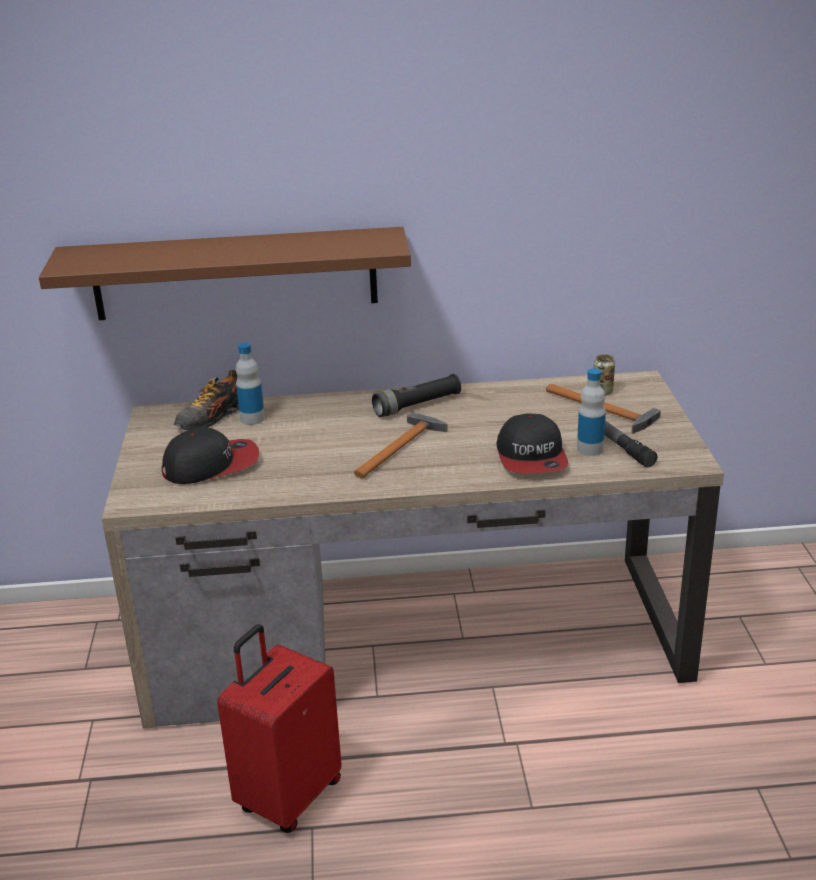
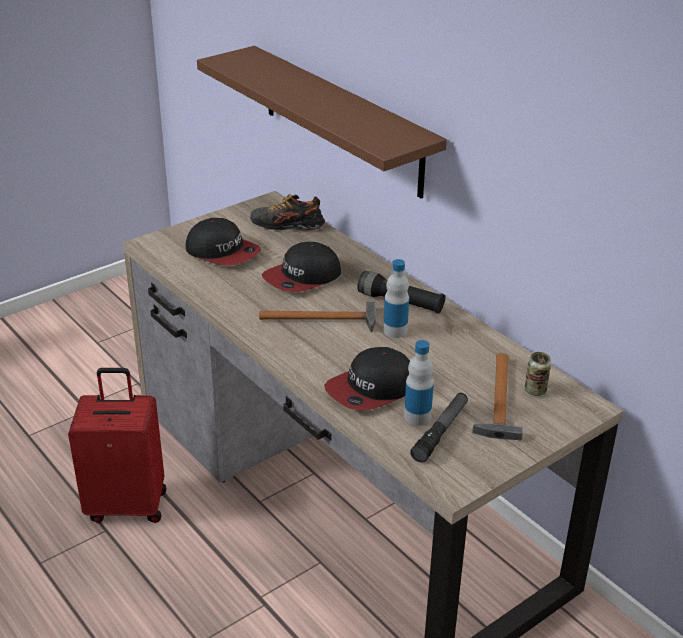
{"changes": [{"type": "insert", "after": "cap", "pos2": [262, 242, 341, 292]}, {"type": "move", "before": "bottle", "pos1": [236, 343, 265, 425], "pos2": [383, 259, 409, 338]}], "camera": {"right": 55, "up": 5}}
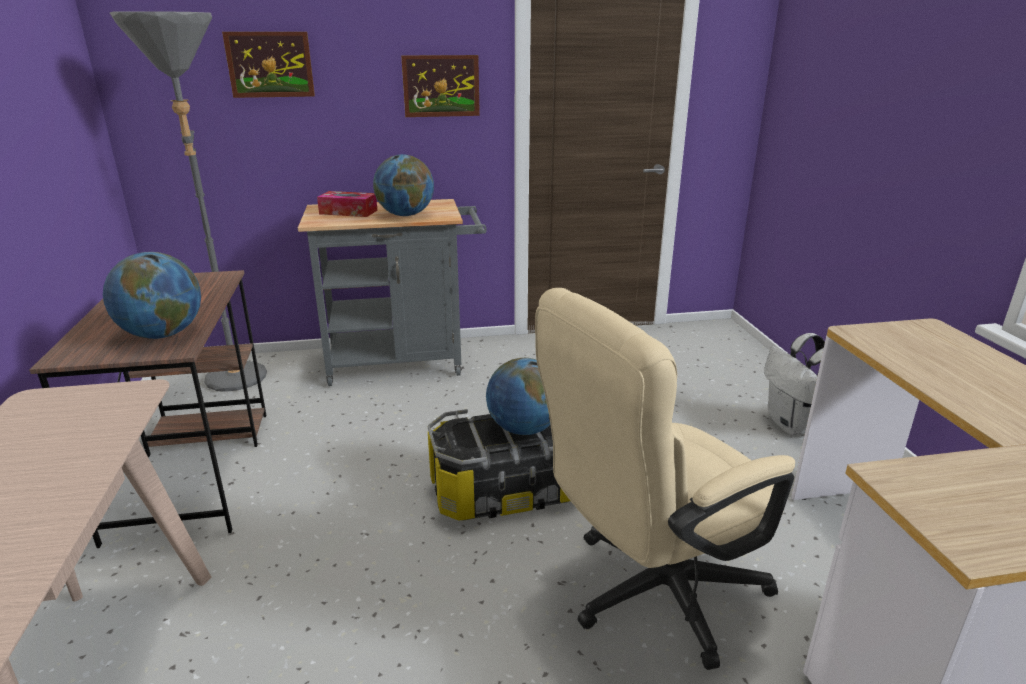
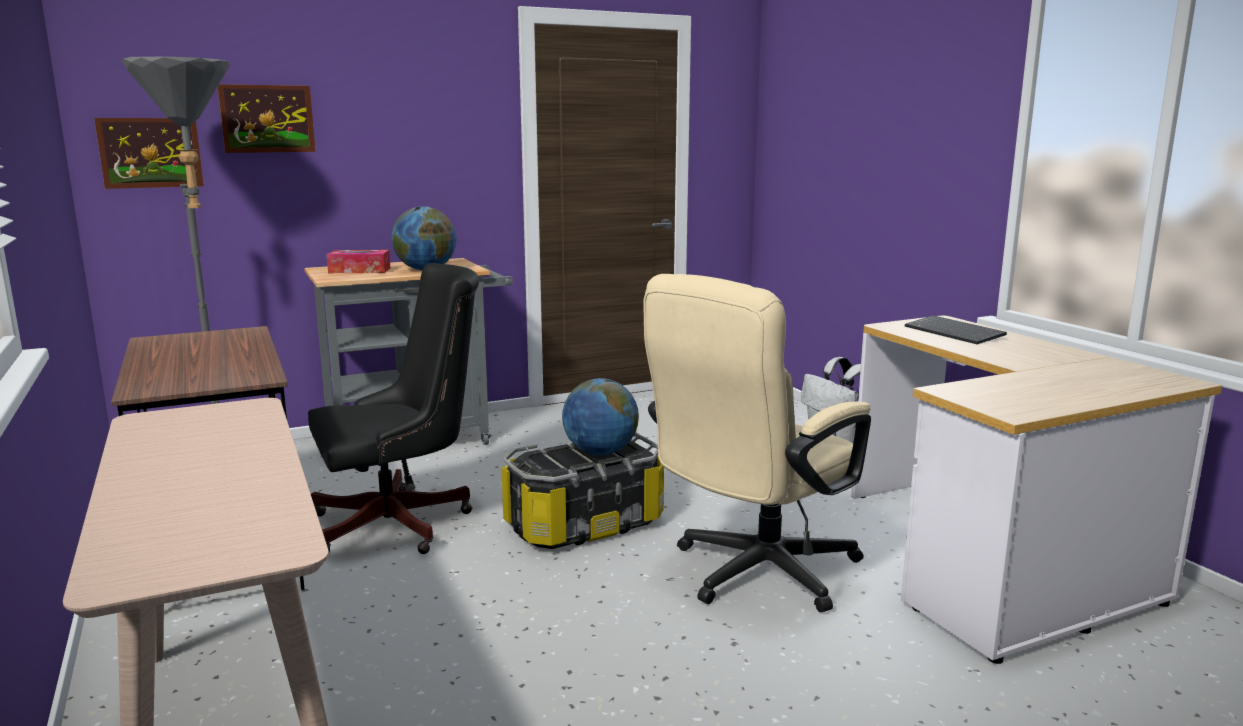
{"changes": [{"type": "move", "before": "picture", "pos1": [401, 55, 480, 117], "pos2": [94, 118, 204, 189]}, {"type": "insert", "after": "black office chair", "pos2": [308, 263, 479, 554]}, {"type": "insert", "after": "keyboard", "pos2": [905, 315, 1007, 344]}, {"type": "delete", "before": "globe", "pos1": [103, 252, 201, 339]}], "camera": {"right": -15, "up": -10}}
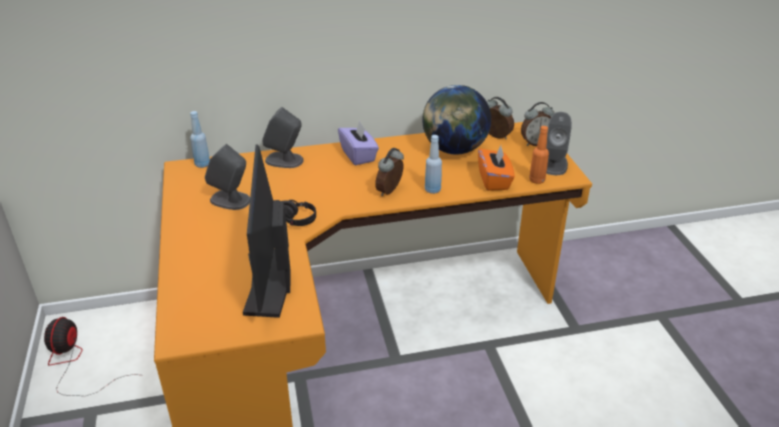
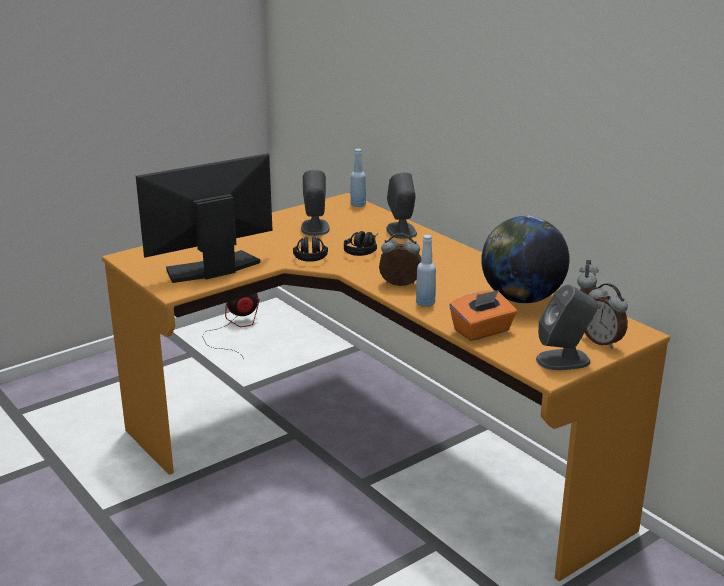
{"changes": [{"type": "insert", "after": "black headphones", "pos2": [344, 231, 378, 256]}, {"type": "delete", "before": "purple tissue box", "pos1": [338, 120, 379, 165]}, {"type": "delete", "before": "orange bottle", "pos1": [529, 126, 549, 184]}], "camera": {"right": 65, "up": -10}}
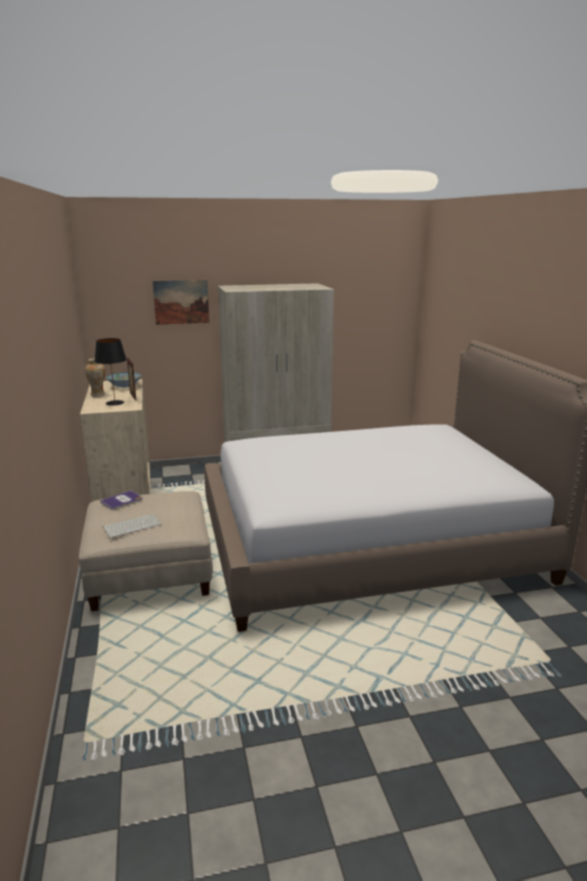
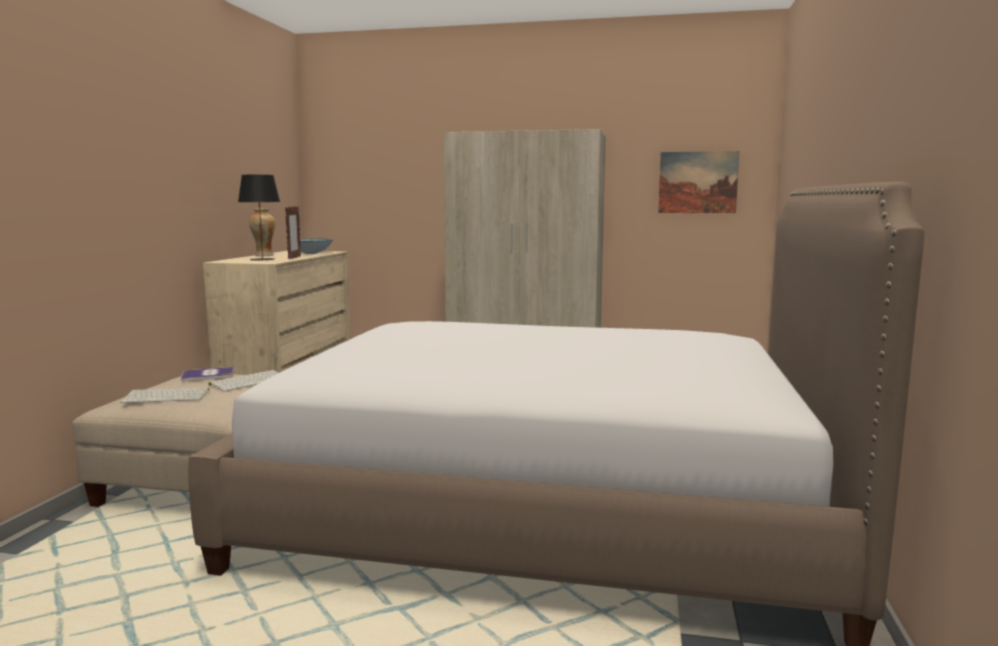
{"changes": [{"type": "insert", "after": "keyboard", "pos2": [209, 370, 278, 391]}, {"type": "move", "before": "picture", "pos1": [153, 280, 209, 325], "pos2": [658, 151, 739, 213]}], "camera": {"right": 25, "up": -10}}
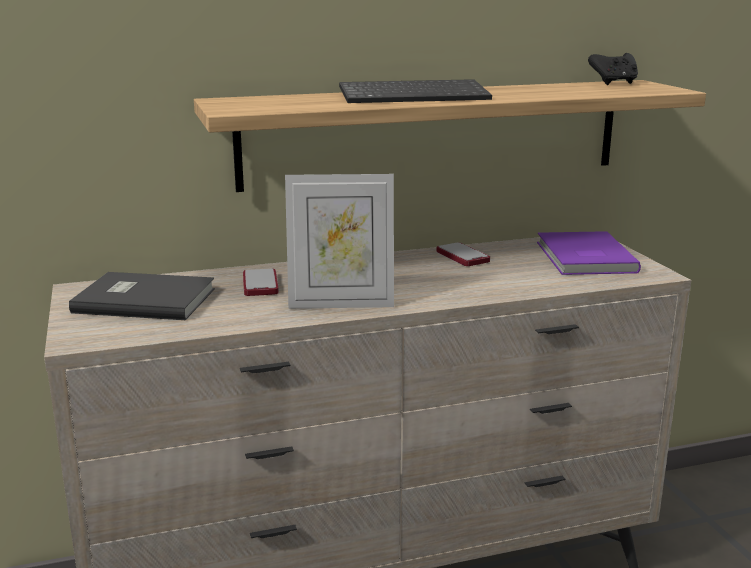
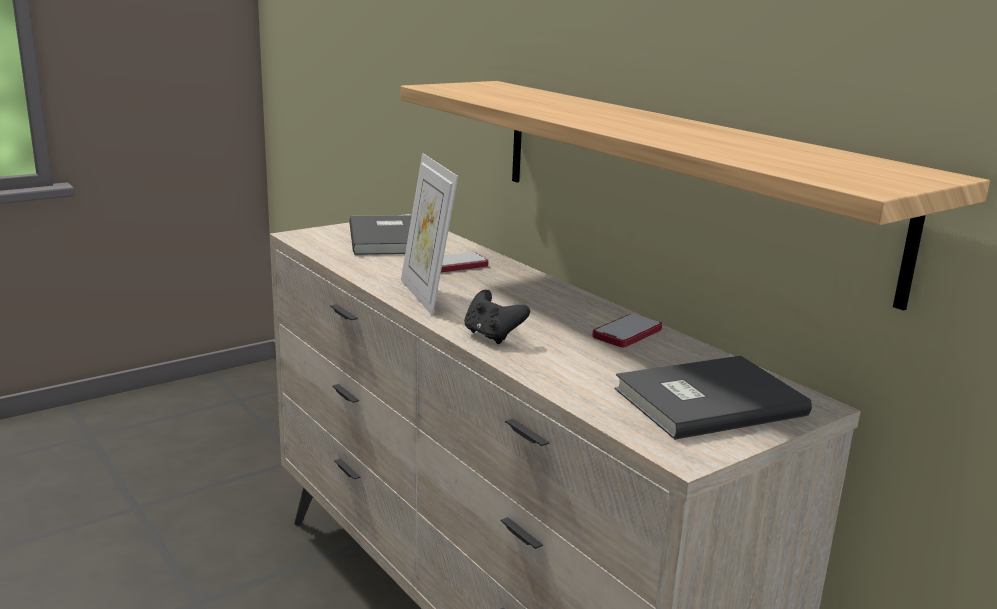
{"changes": [{"type": "move", "before": "black game controller", "pos1": [588, 53, 638, 85], "pos2": [464, 290, 530, 344]}, {"type": "recolor", "before": "purple book", "after": "grey book", "pos1": [537, 231, 641, 275], "pos2": [614, 356, 812, 440]}, {"type": "delete", "before": "keyboard", "pos1": [339, 79, 492, 103]}], "camera": {"right": 70, "up": 0}}
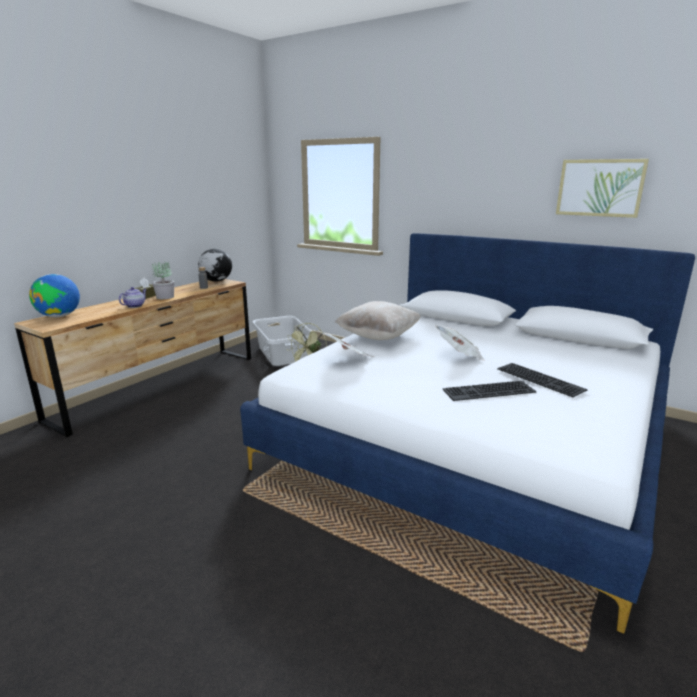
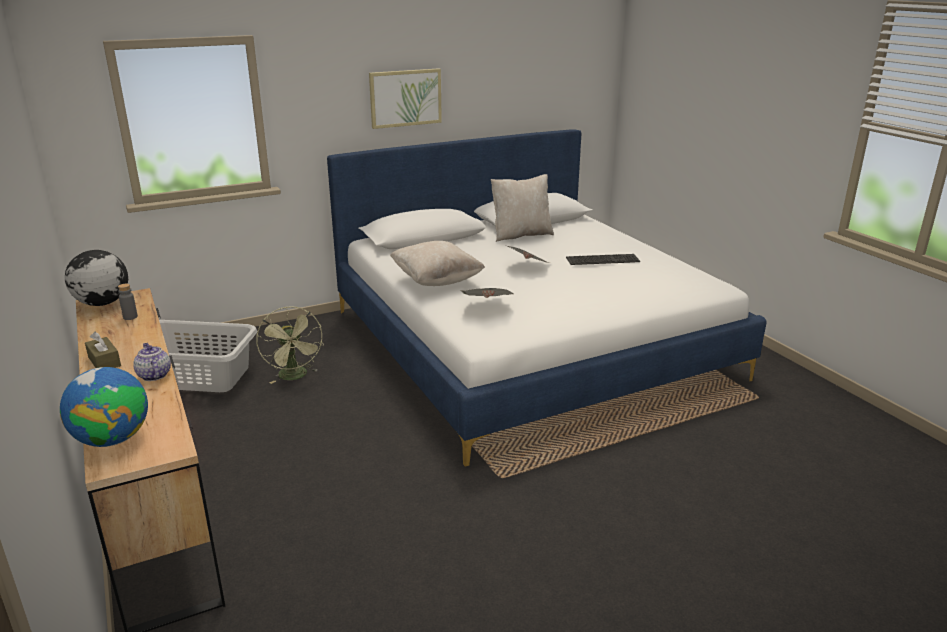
{"changes": [{"type": "move", "before": "picture", "pos1": [556, 159, 649, 218], "pos2": [369, 68, 442, 129]}, {"type": "insert", "after": "beige pillow", "pos2": [491, 174, 554, 242]}, {"type": "delete", "before": "potted plant", "pos1": [152, 262, 174, 299]}, {"type": "delete", "before": "keyboard", "pos1": [442, 381, 537, 401]}], "camera": {"right": -60, "up": 5}}
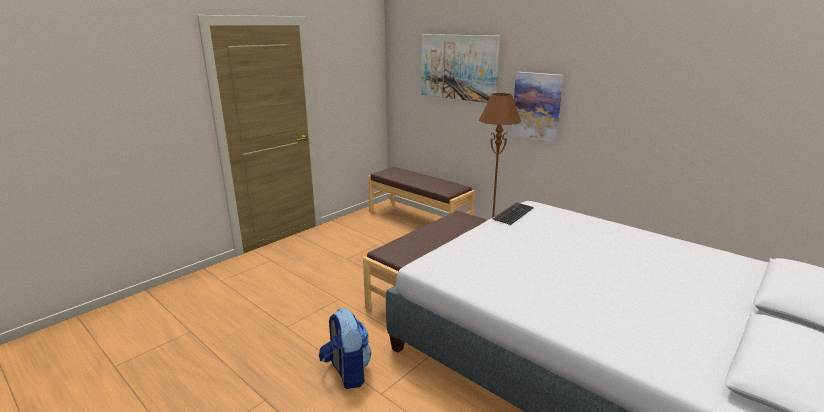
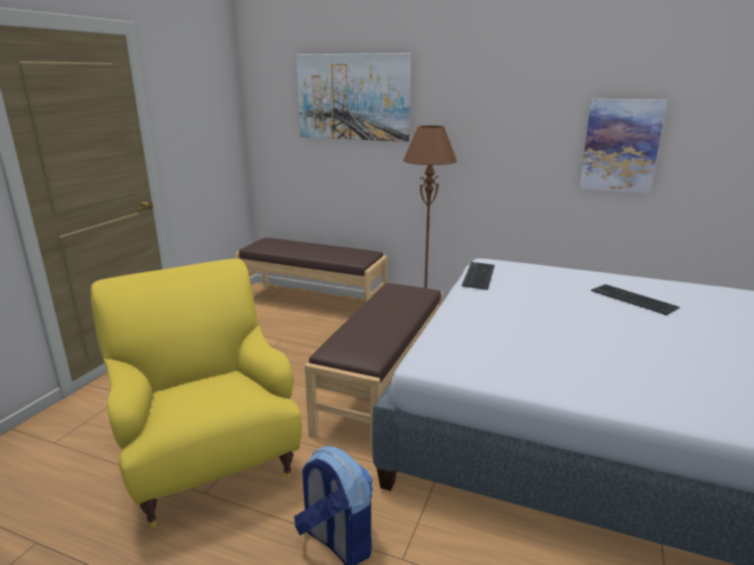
{"changes": [{"type": "insert", "after": "yellow armchair", "pos2": [91, 258, 302, 528]}, {"type": "move", "before": "picture", "pos1": [511, 72, 564, 143], "pos2": [579, 99, 667, 194]}, {"type": "insert", "after": "keyboard", "pos2": [591, 284, 680, 315]}], "camera": {"right": -20, "up": 0}}
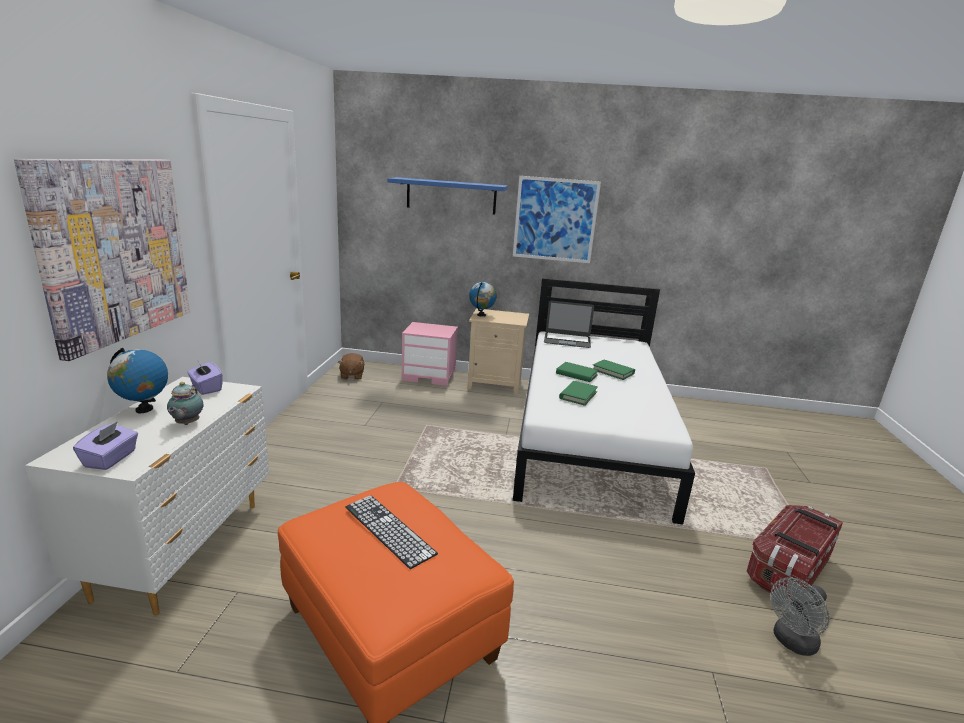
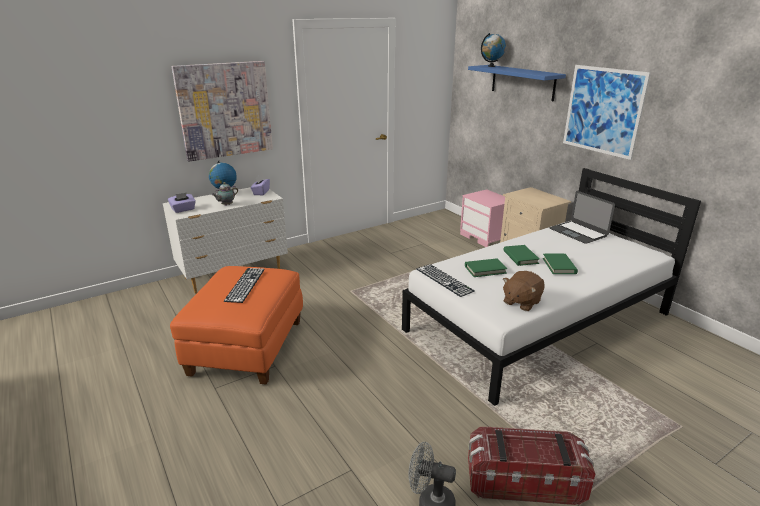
{"changes": [{"type": "insert", "after": "keyboard", "pos2": [416, 264, 475, 297]}, {"type": "move", "before": "globe", "pos1": [469, 282, 497, 317], "pos2": [481, 33, 506, 67]}, {"type": "move", "before": "brown plush toy", "pos1": [338, 353, 364, 380], "pos2": [503, 271, 544, 311]}], "camera": {"right": 50, "up": 5}}
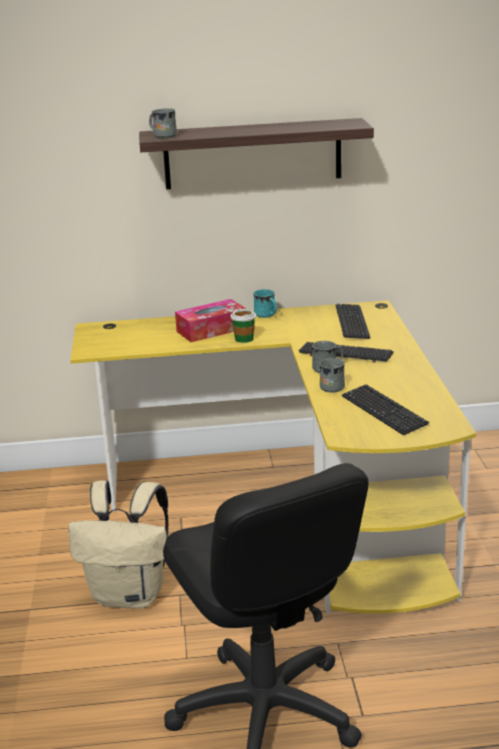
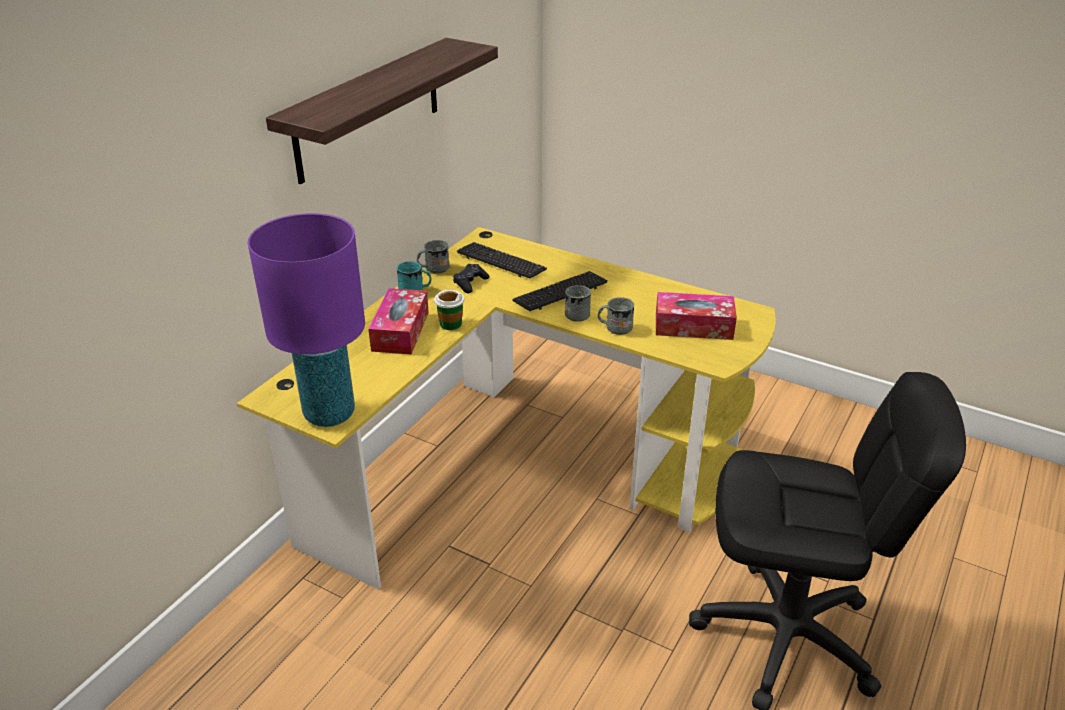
{"changes": [{"type": "insert", "after": "purple table lamp", "pos2": [248, 213, 365, 427]}, {"type": "move", "before": "grey mug", "pos1": [149, 108, 177, 138], "pos2": [417, 240, 450, 274]}, {"type": "insert", "after": "black game controller", "pos2": [453, 264, 490, 293]}, {"type": "replace", "before": "keyboard", "after": "tissue box", "pos1": [342, 384, 429, 435], "pos2": [656, 292, 737, 340]}, {"type": "delete", "before": "beige backpack", "pos1": [68, 480, 168, 609]}], "camera": {"right": -55, "up": 10}}
